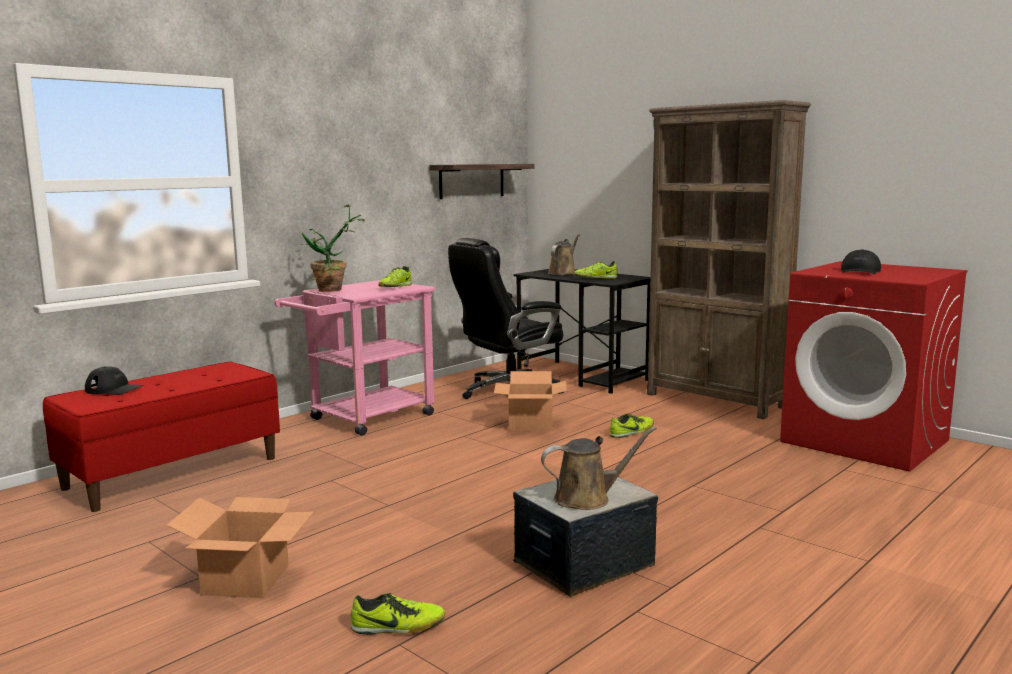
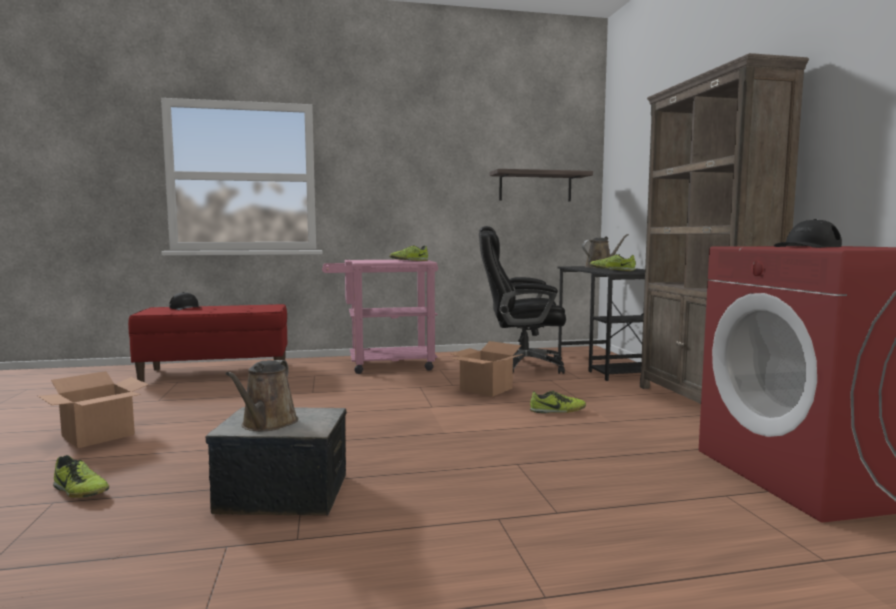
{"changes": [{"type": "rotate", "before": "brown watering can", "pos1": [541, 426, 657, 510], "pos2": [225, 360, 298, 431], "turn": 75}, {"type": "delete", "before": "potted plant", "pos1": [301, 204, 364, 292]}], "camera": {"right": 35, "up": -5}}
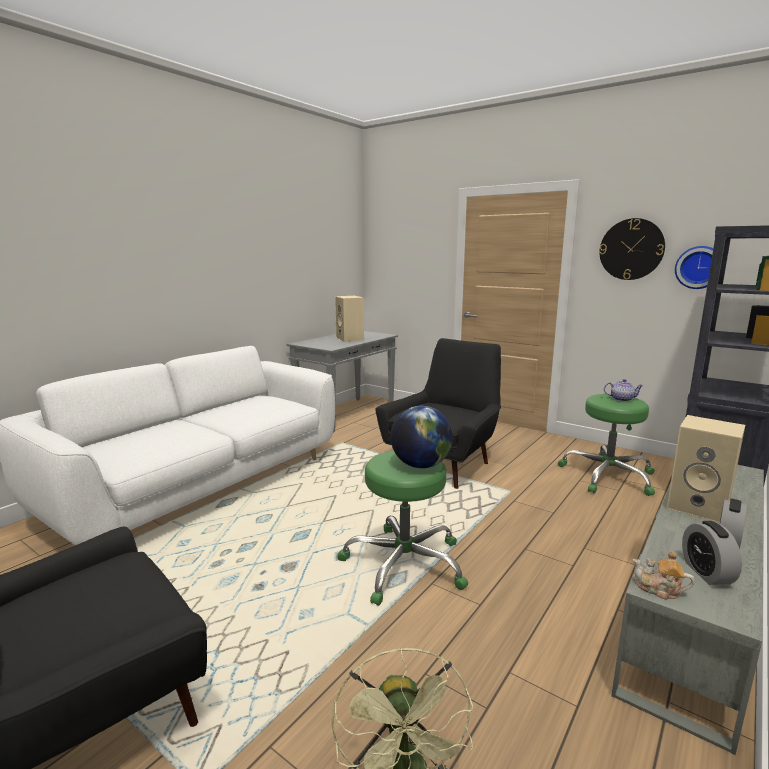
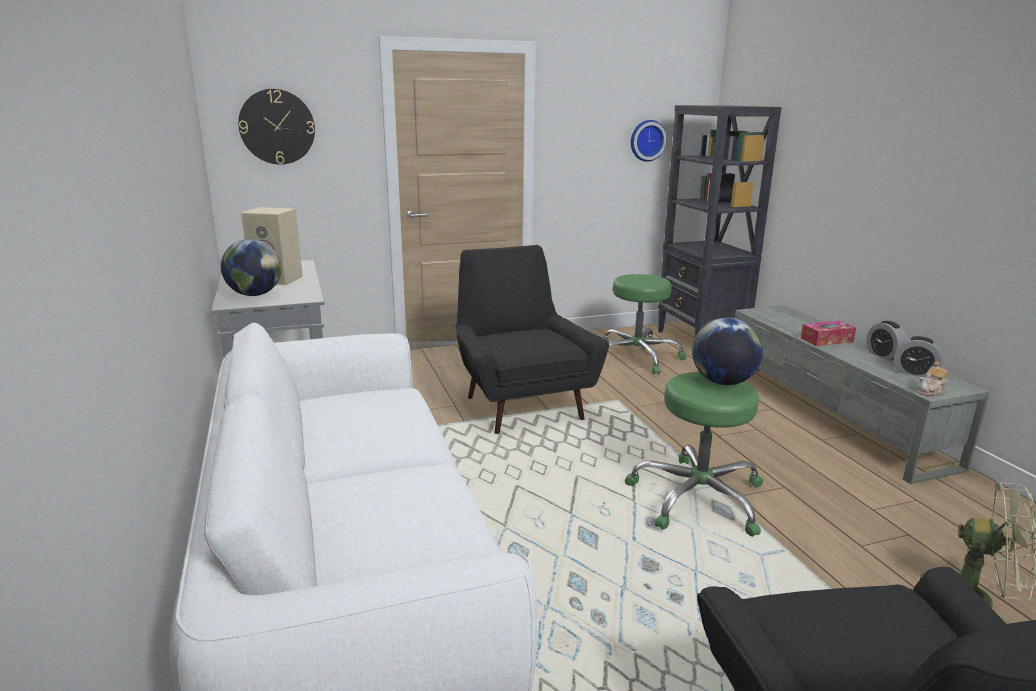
{"changes": [{"type": "insert", "after": "globe", "pos2": [221, 239, 281, 296]}, {"type": "move", "before": "wall clock", "pos1": [599, 218, 665, 280], "pos2": [238, 89, 315, 165]}, {"type": "replace", "before": "beige speaker", "after": "tissue box", "pos1": [667, 415, 745, 523], "pos2": [801, 321, 856, 346]}, {"type": "delete", "before": "teapot", "pos1": [604, 379, 644, 402]}], "camera": {"right": -55, "up": 5}}
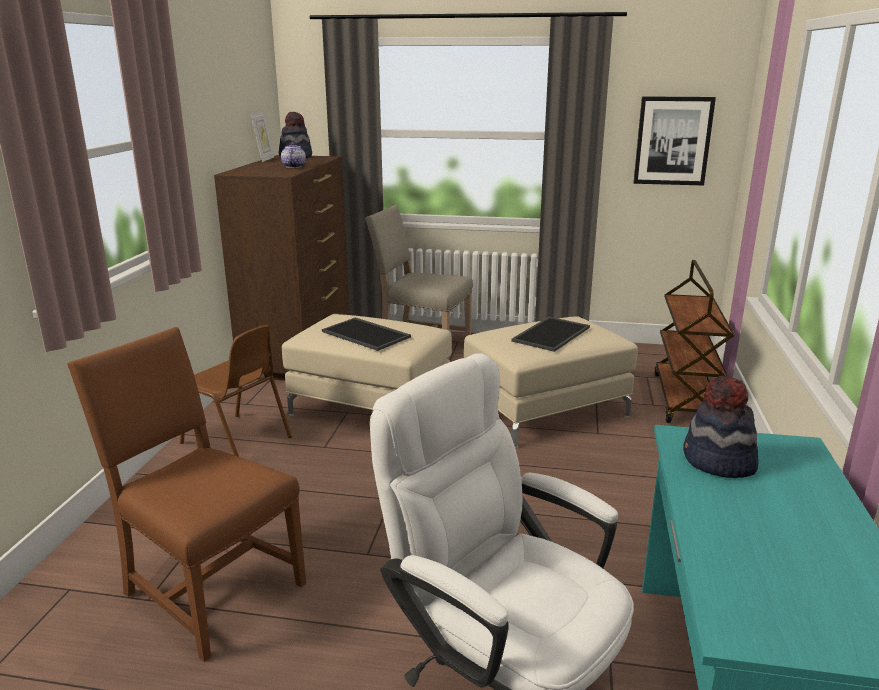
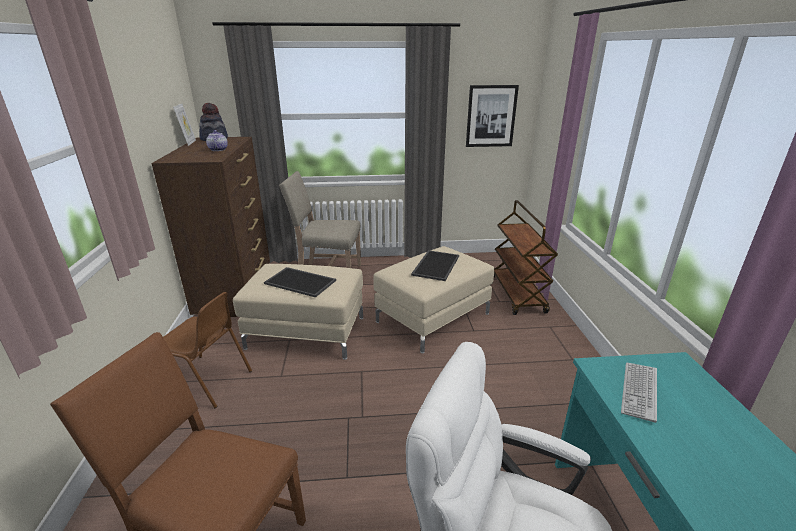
{"changes": [{"type": "replace", "before": "hat", "after": "keyboard", "pos1": [683, 376, 759, 478], "pos2": [621, 363, 657, 423]}], "camera": {"right": -15, "up": 5}}
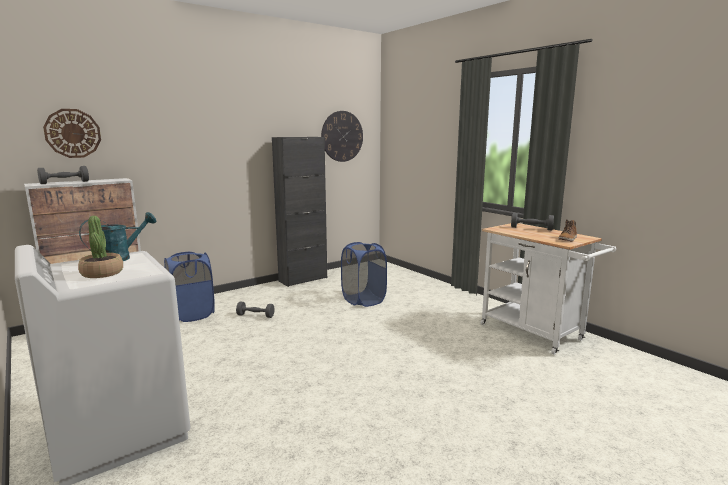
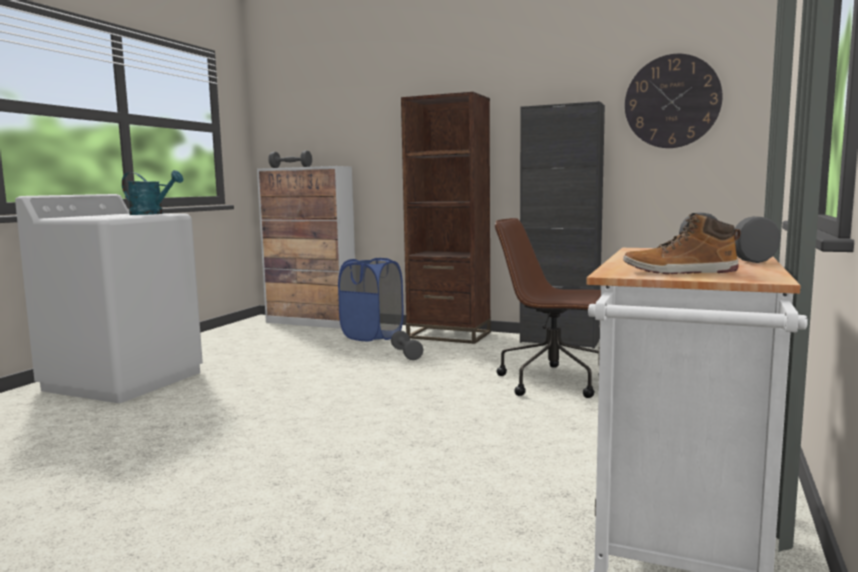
{"changes": [{"type": "insert", "after": "brown bookcase", "pos2": [401, 92, 491, 344]}, {"type": "replace", "before": "blue laundry basket", "after": "brown office chair", "pos1": [341, 242, 387, 307], "pos2": [495, 218, 601, 398]}, {"type": "delete", "before": "wall clock", "pos1": [43, 109, 101, 158]}, {"type": "delete", "before": "potted plant", "pos1": [78, 216, 123, 278]}], "camera": {"right": 60, "up": -5}}
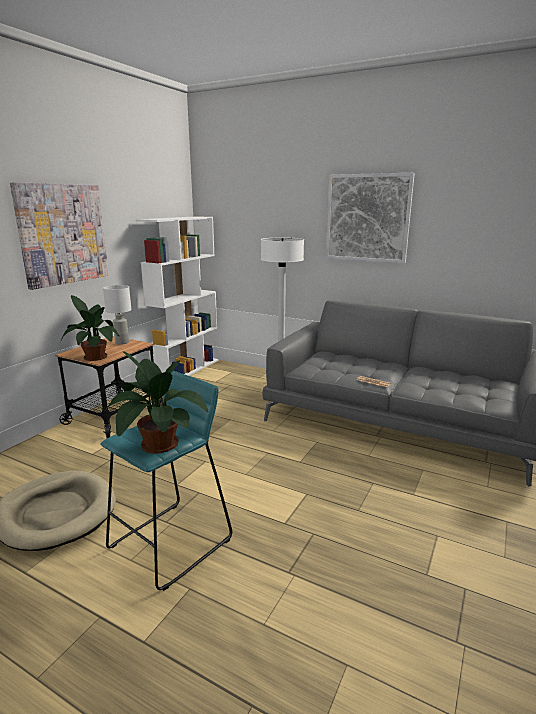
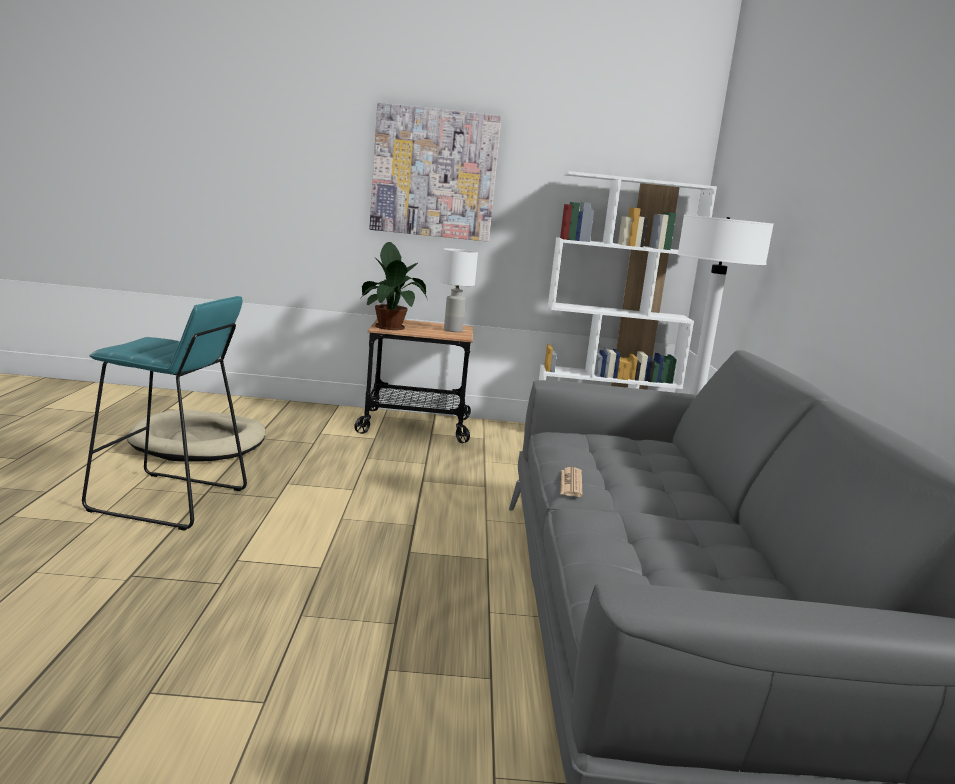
{"changes": [{"type": "delete", "before": "potted plant", "pos1": [105, 351, 208, 454]}, {"type": "delete", "before": "picture", "pos1": [326, 173, 415, 263]}], "camera": {"right": 60, "up": -5}}
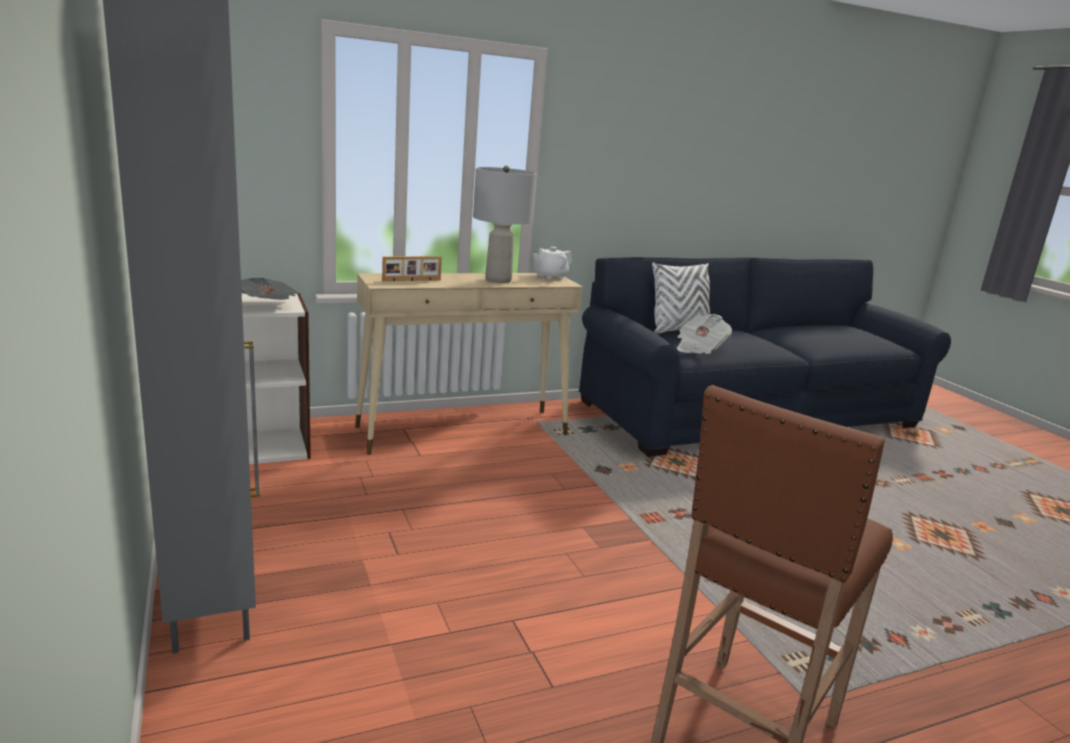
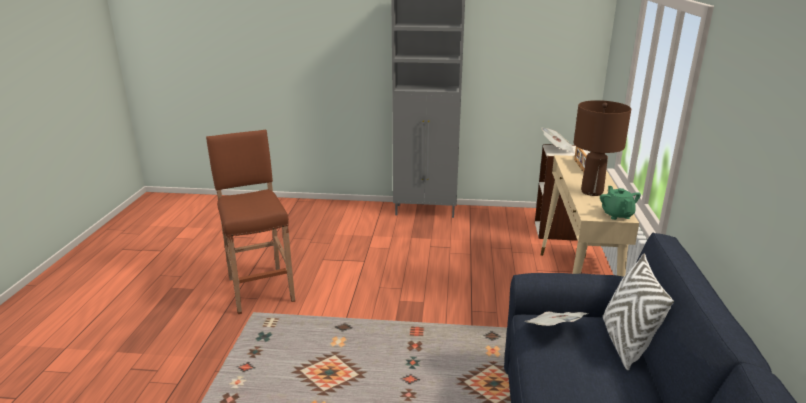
{"changes": [{"type": "recolor", "before": "grey table lamp", "after": "brown table lamp", "pos1": [473, 165, 537, 283], "pos2": [574, 100, 631, 196]}, {"type": "recolor", "before": "white teapot", "after": "green teapot", "pos1": [533, 247, 572, 280], "pos2": [600, 186, 641, 220]}], "camera": {"right": 120, "up": 5}}
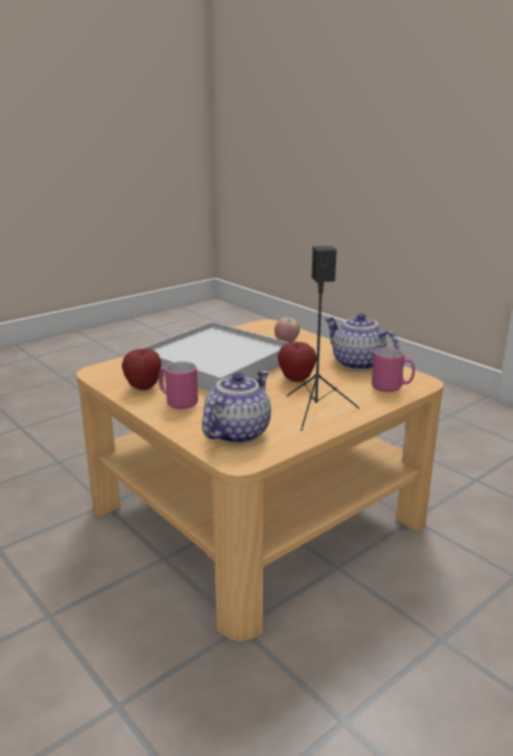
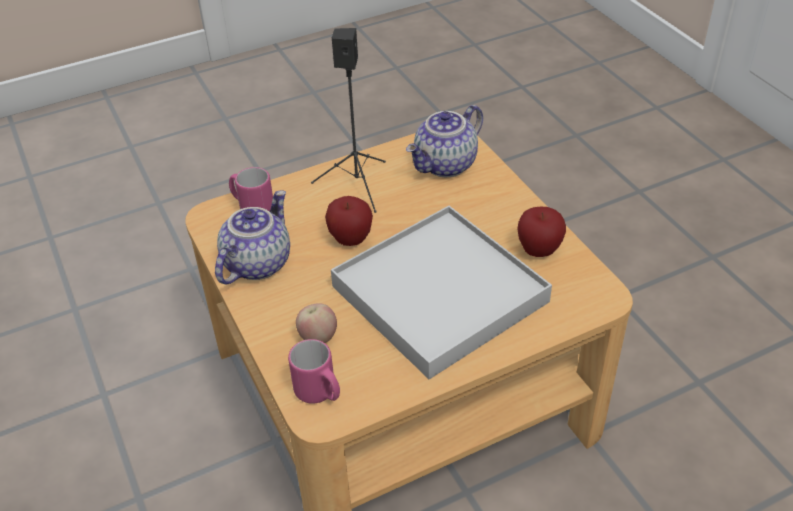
{"changes": [{"type": "rotate", "before": "teapot", "pos1": [325, 313, 399, 370], "pos2": [215, 190, 290, 284], "turn": -120}, {"type": "move", "before": "pink mug", "pos1": [158, 361, 198, 409], "pos2": [288, 339, 340, 404]}], "camera": {"right": -165, "up": 20}}
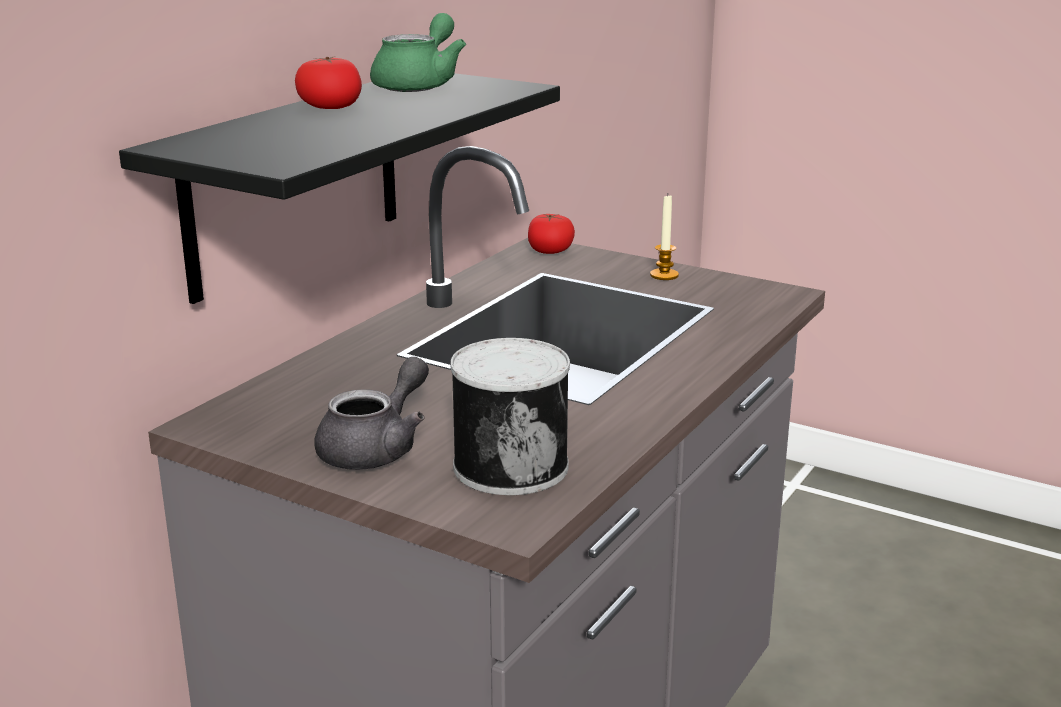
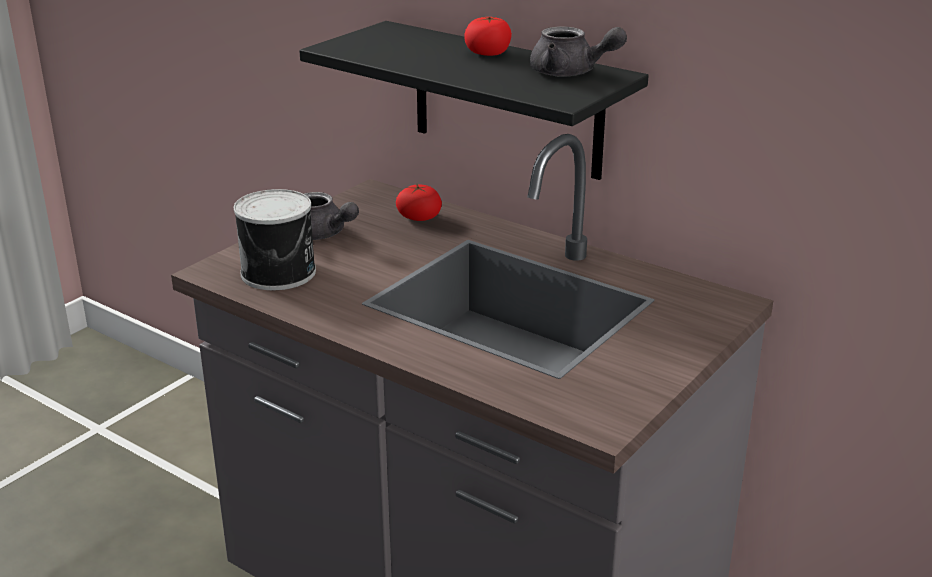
{"changes": [{"type": "move", "before": "tomato", "pos1": [528, 214, 575, 254], "pos2": [396, 184, 442, 221]}, {"type": "recolor", "before": "green teapot", "after": "grey teapot", "pos1": [370, 13, 466, 92], "pos2": [530, 26, 627, 77]}, {"type": "delete", "before": "candle", "pos1": [650, 195, 679, 280]}], "camera": {"right": 95, "up": 5}}
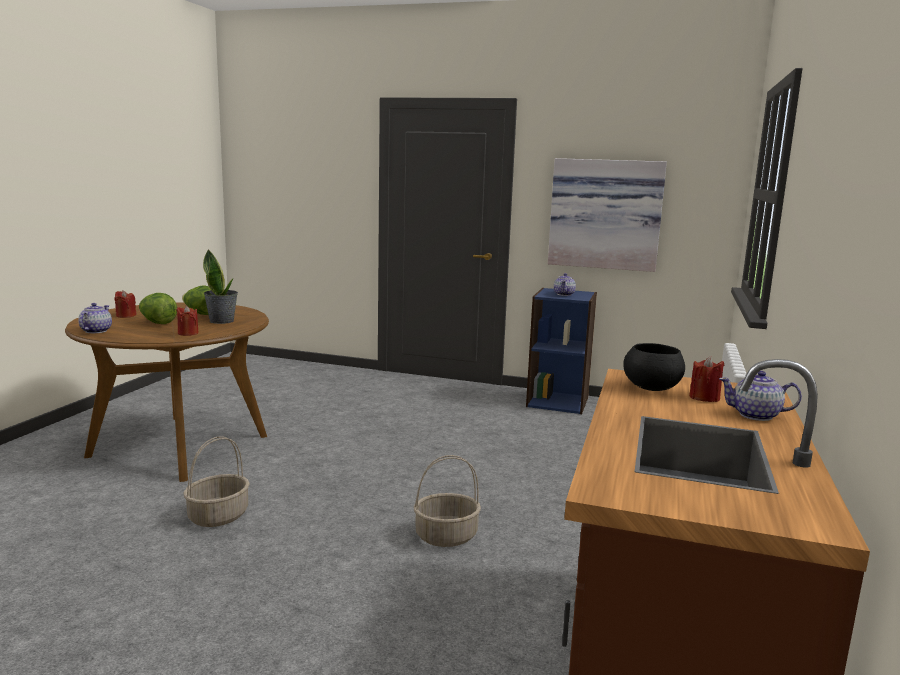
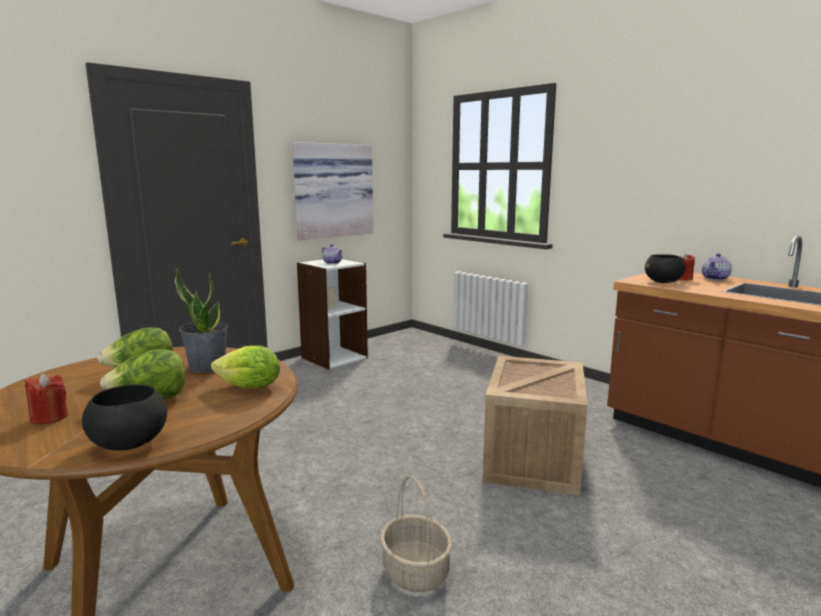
{"changes": [{"type": "replace", "before": "teapot", "after": "black bowl", "pos1": [78, 303, 112, 333], "pos2": [82, 384, 167, 451]}, {"type": "replace", "before": "red candle", "after": "lettuce", "pos1": [176, 306, 199, 336], "pos2": [211, 346, 280, 388]}, {"type": "recolor", "before": "blue bookcase", "after": "white bookcase", "pos1": [526, 288, 597, 414], "pos2": [297, 258, 368, 370]}, {"type": "replace", "before": "basket", "after": "crate", "pos1": [414, 455, 481, 547], "pos2": [483, 356, 588, 496]}], "camera": {"right": -60, "up": 0}}
